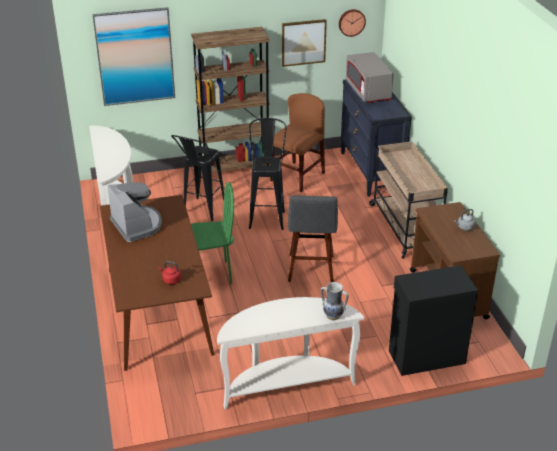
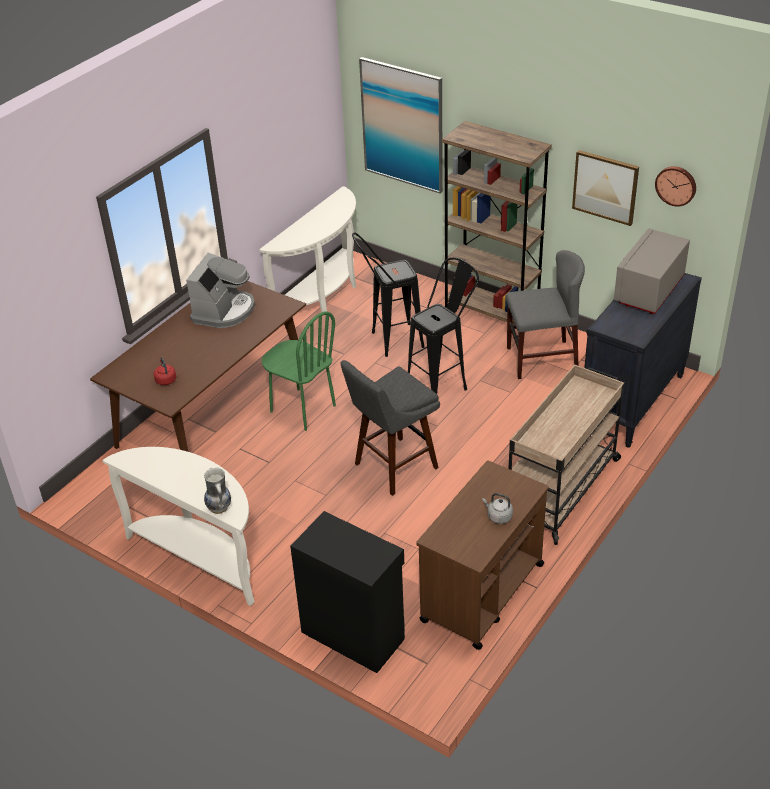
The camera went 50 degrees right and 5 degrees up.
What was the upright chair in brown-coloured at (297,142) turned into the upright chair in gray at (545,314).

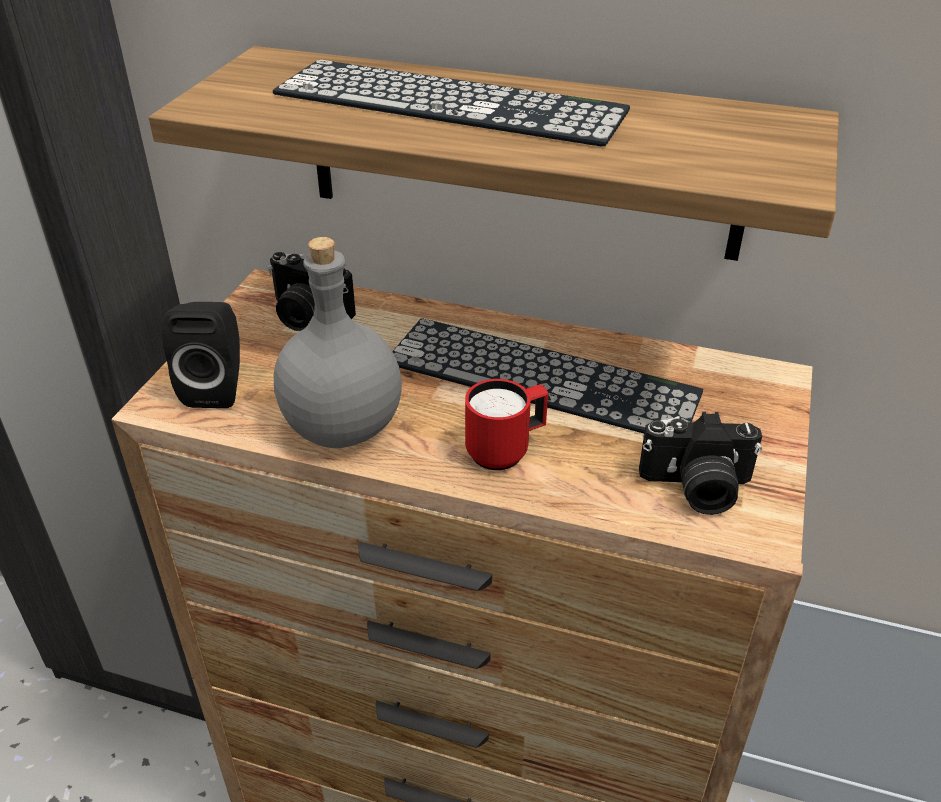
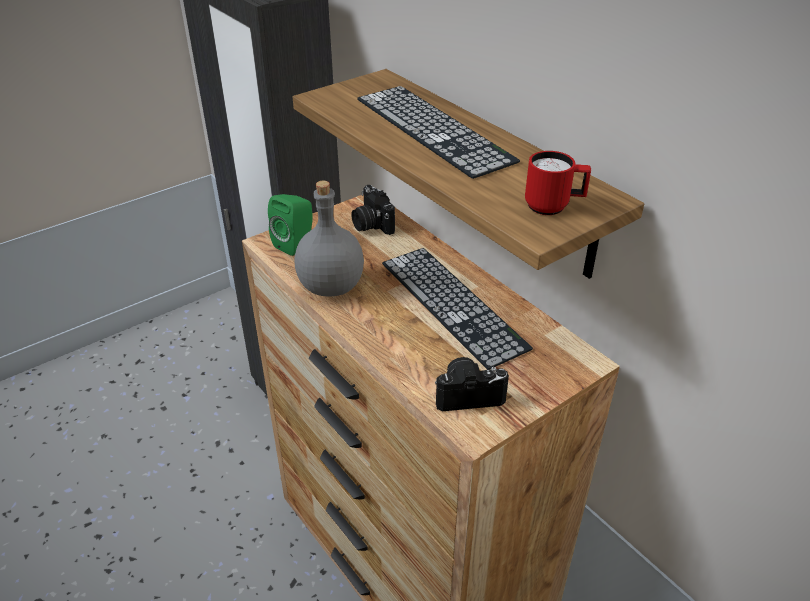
The camera went 35 degrees right and 0 degrees up.
What was the audio speaker in black at (200,355) turned into the audio speaker in greenish at (290,225).
The tea mug in red ended up elsewhere, having gone from (506,424) to (558,183).
The still camera at (700,463) ended up facing another way, 135 degrees clockwise from before.

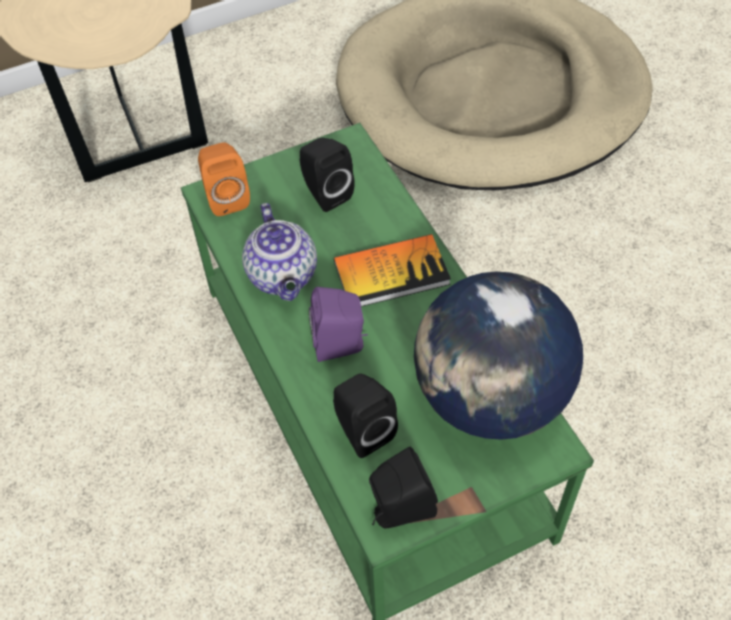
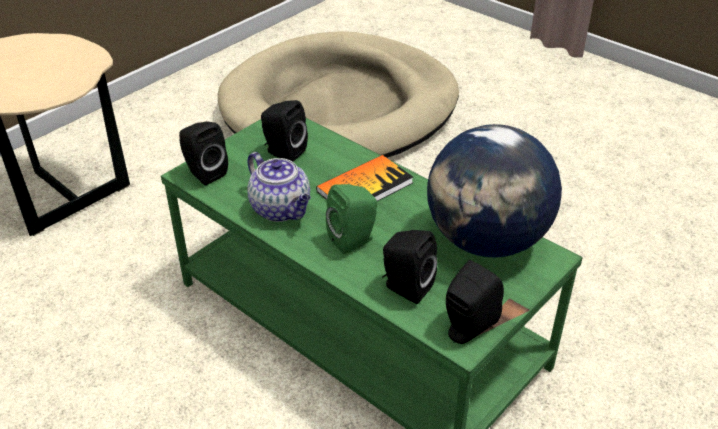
The camera went 25 degrees left and 15 degrees down.
What was the audio speaker in orangey at (224,179) turned into the audio speaker in black at (203,153).
What was the audio speaker in purple at (338,324) turned into the audio speaker in greenish at (351,219).

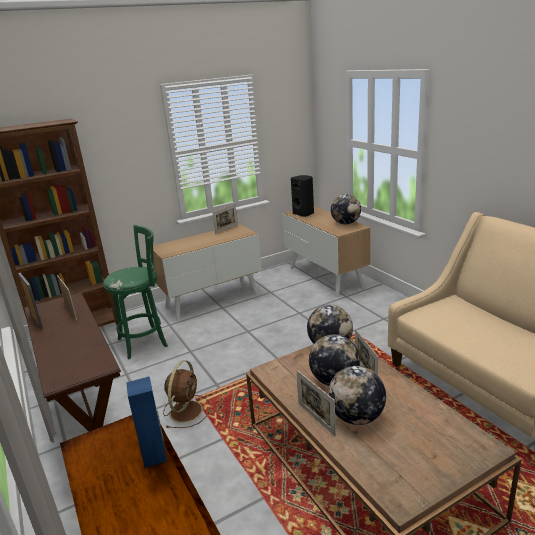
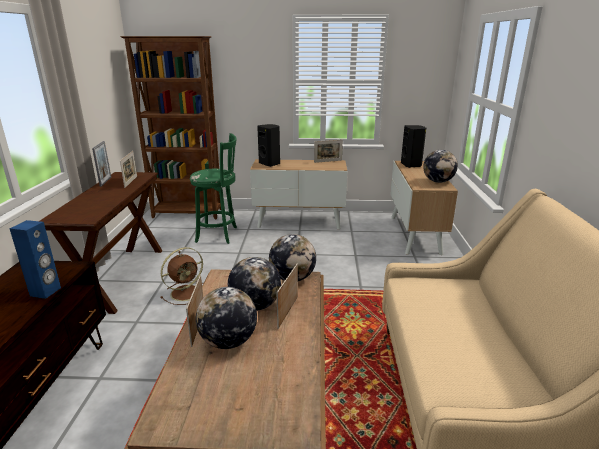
The camera went 30 degrees right and 0 degrees up.
The second view gained the audio speaker in black at (268,145).

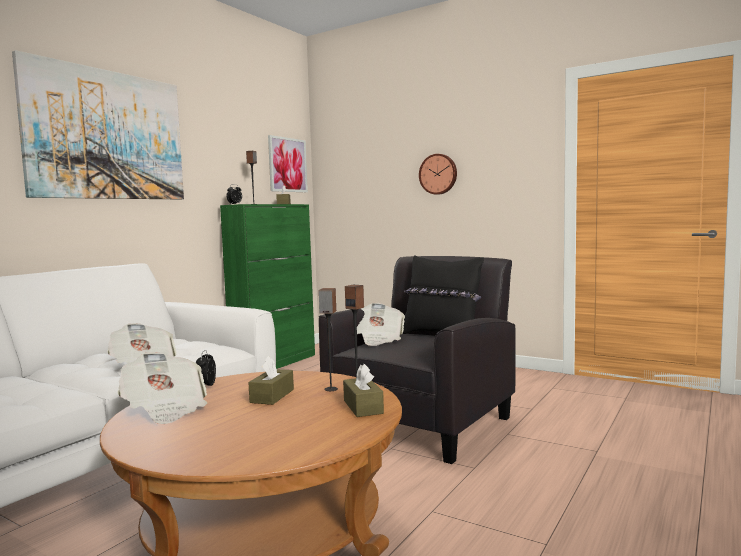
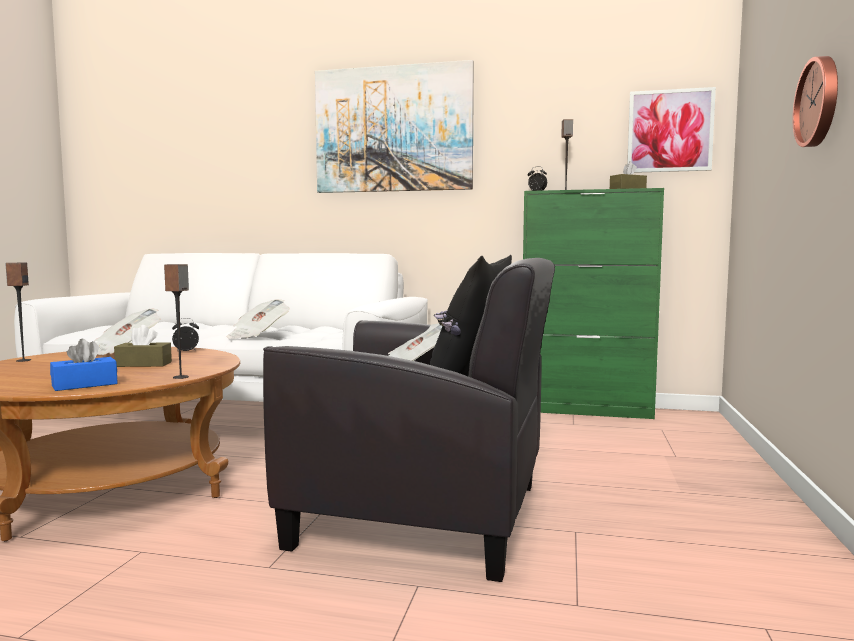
The camera went 70 degrees right and 0 degrees up.
The audio speaker ended up elsewhere, having gone from (328,339) to (18,312).
What was the tissue box in brown-coloured at (363,390) turned into the tissue box in blue-coloured at (84,365).

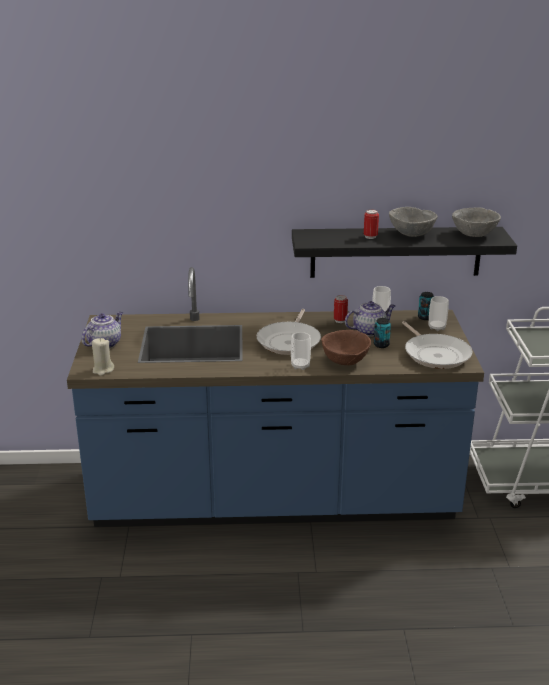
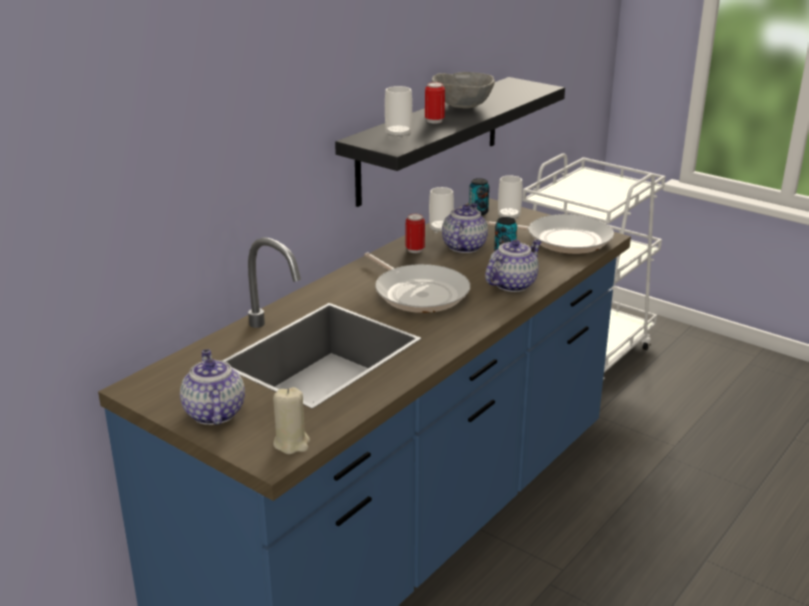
The camera went 50 degrees left and 0 degrees up.
The cup ended up elsewhere, having gone from (301,351) to (398,112).
Where the deep dish in brown-coloured stood at (346,347), the tea pot came to stand at (513,266).
The second view lost the deep dish in gray at (476,222).

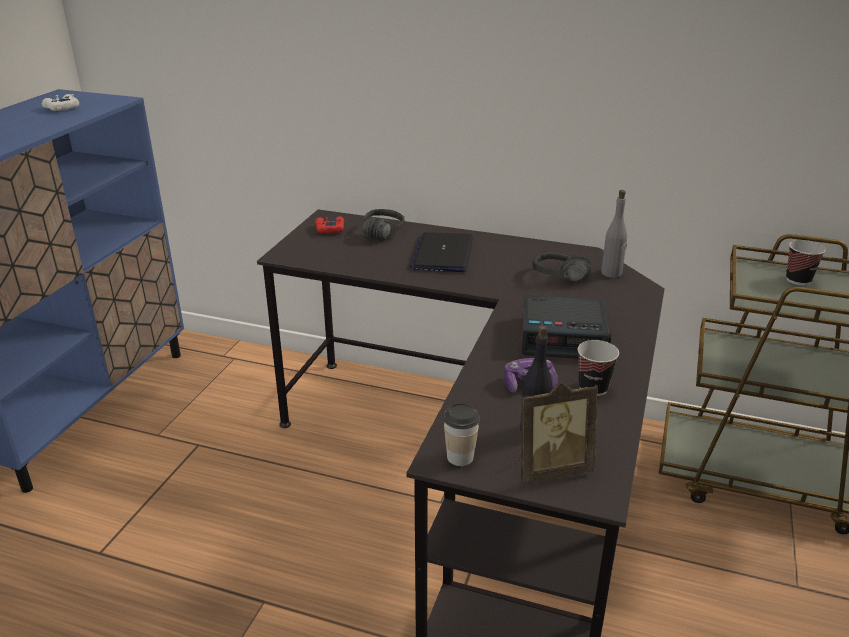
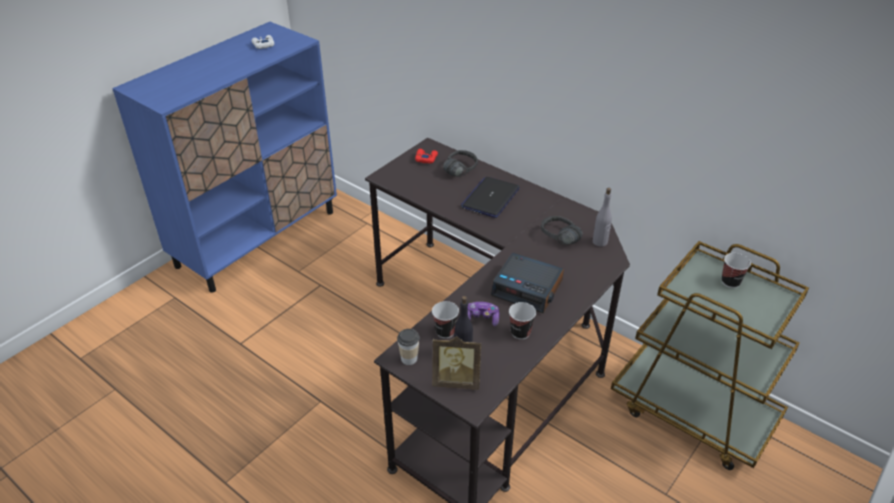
The camera went 20 degrees right and 10 degrees up.
The second view gained the cup at (445,319).

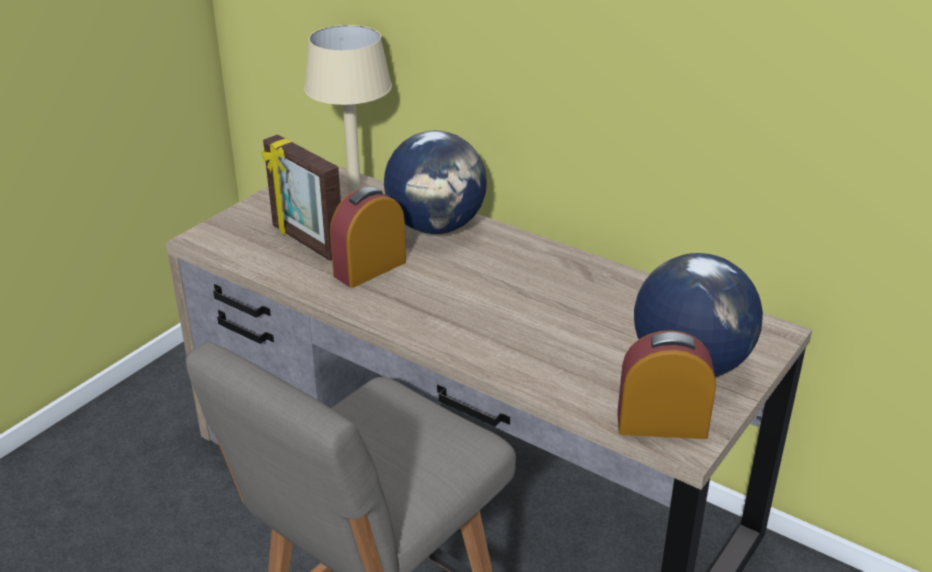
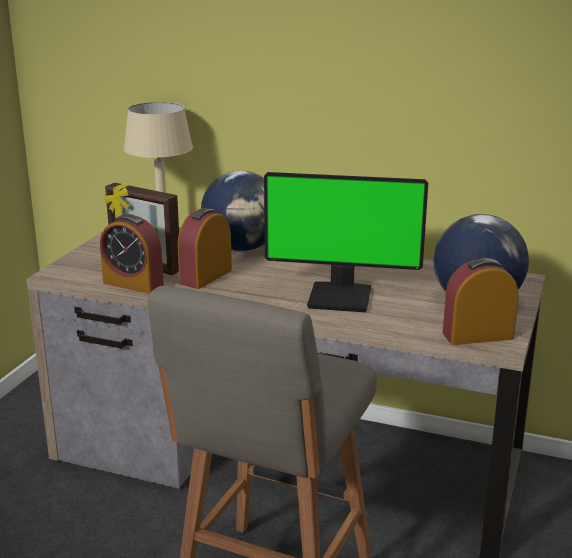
The camera went 15 degrees left and 10 degrees down.
The second view gained the table clock at (132,254).
The second view gained the computer display at (346,242).

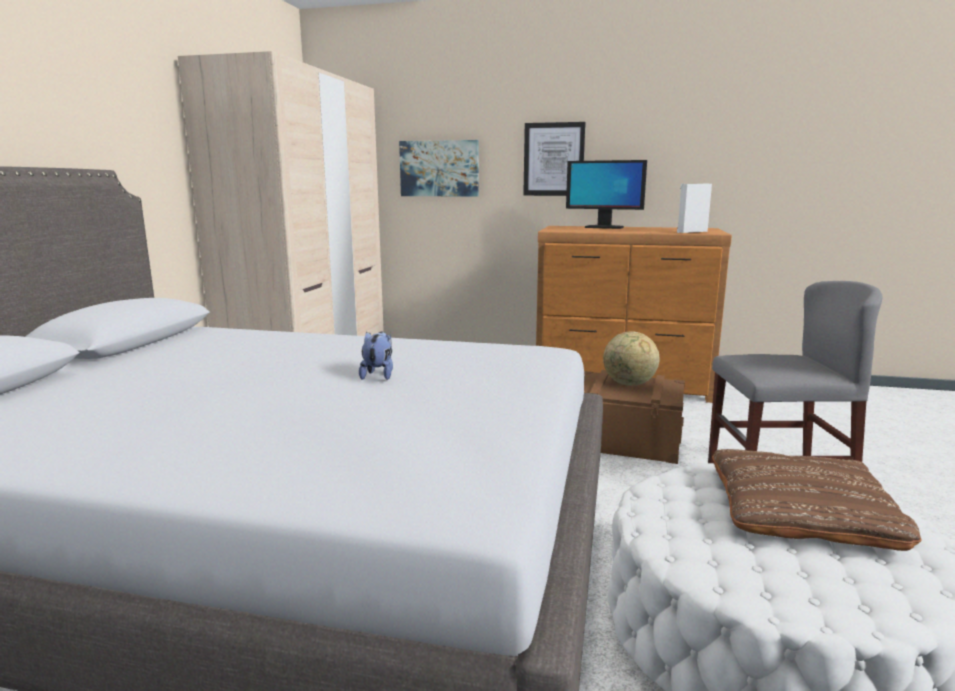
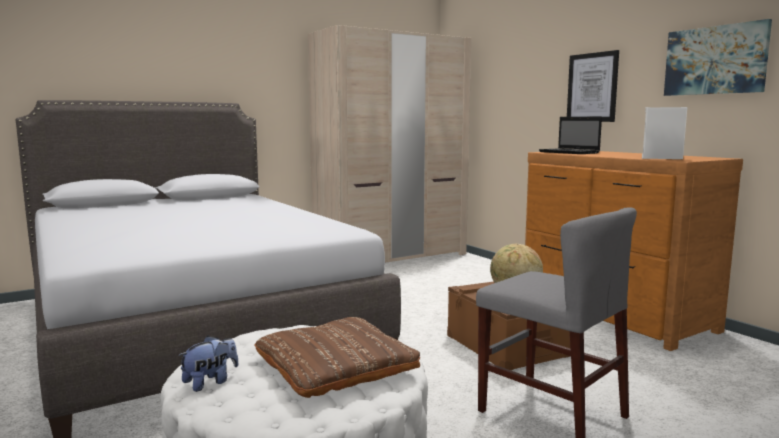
The camera went 45 degrees right and 5 degrees down.
The soft toy ended up elsewhere, having gone from (376,355) to (208,364).
The wall picture ended up elsewhere, having gone from (439,168) to (718,57).
The second view lost the computer display at (606,194).
The second view gained the laptop at (570,135).

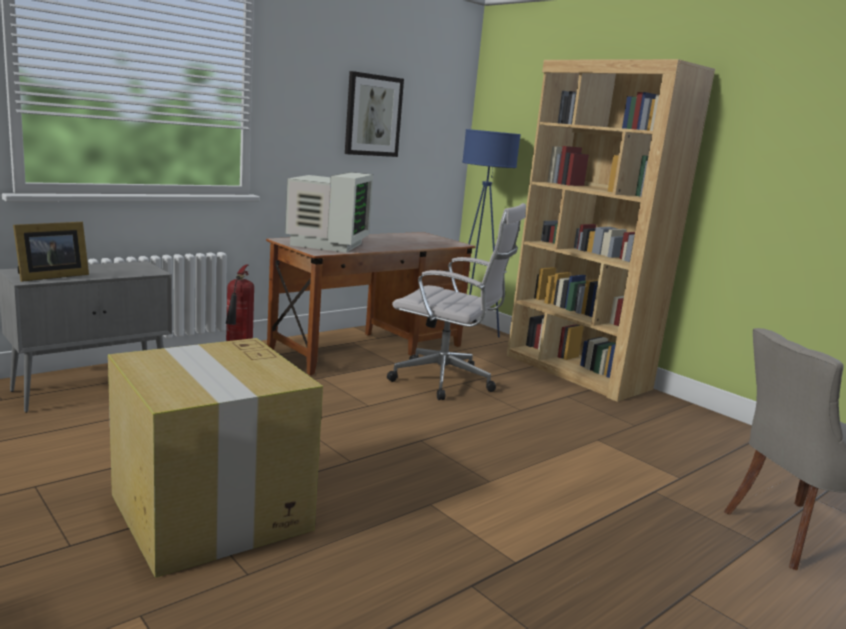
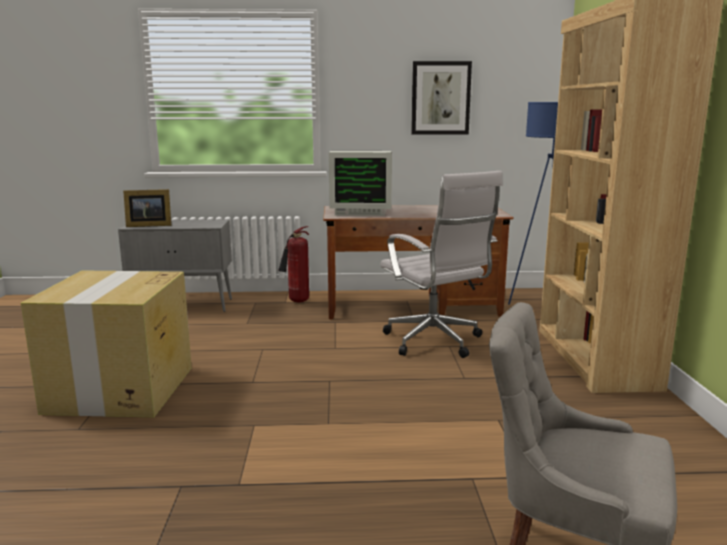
The camera went 40 degrees right and 0 degrees up.
The computer display at (329,212) ended up facing another way, 45 degrees clockwise from before.

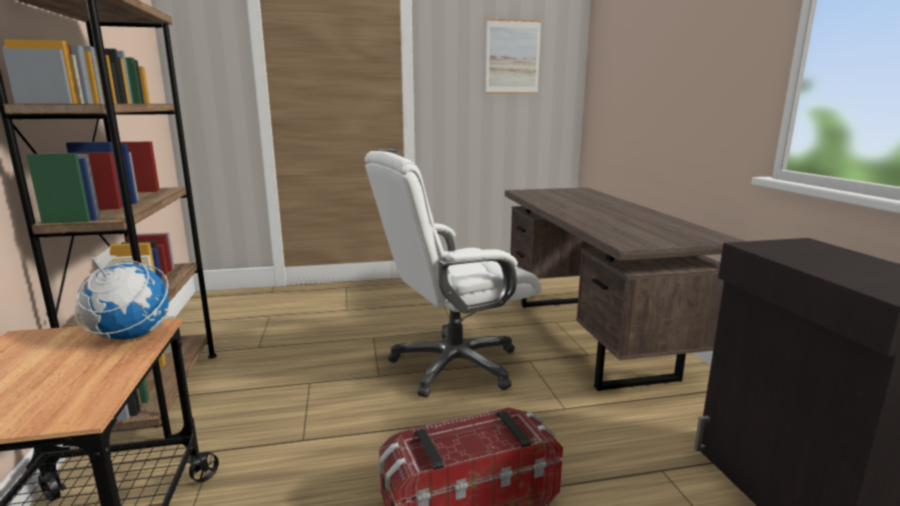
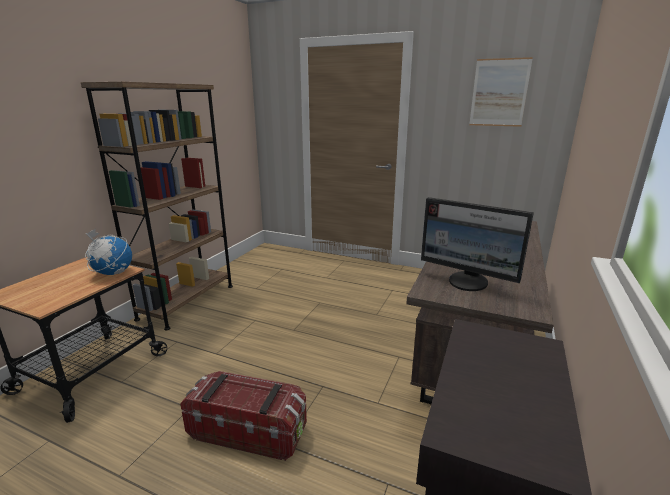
The camera went 35 degrees right and 5 degrees up.
The second view lost the office chair in white-coloured at (452,274).
The second view gained the computer display at (477,244).

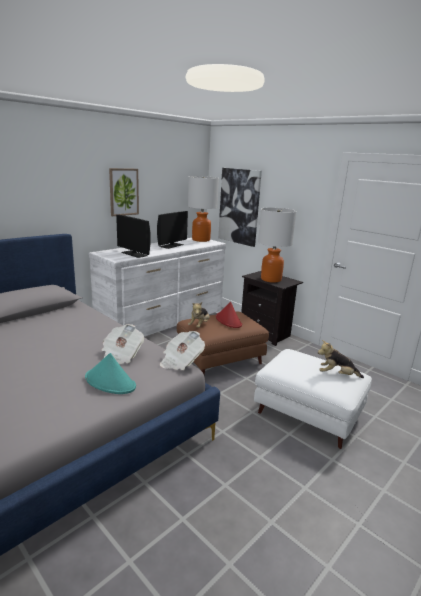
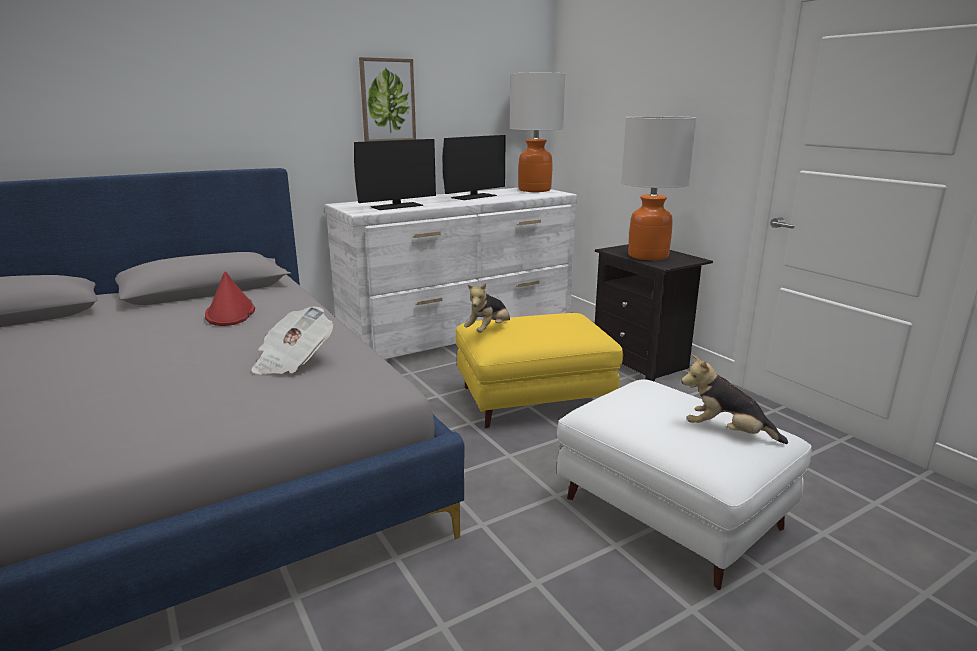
The camera went 15 degrees right and 0 degrees up.
The second view lost the clothing hat in turquoise-coloured at (110,373).
The computer display at (133,236) ended up facing another way, 90 degrees counterclockwise from before.
The second view lost the printed paper at (182,350).
What was the ottoman in brown-coloured at (223,343) turned into the ottoman in yellowish at (539,370).
The clothing hat in red ended up elsewhere, having gone from (229,315) to (230,298).
The second view lost the wall picture at (240,207).

